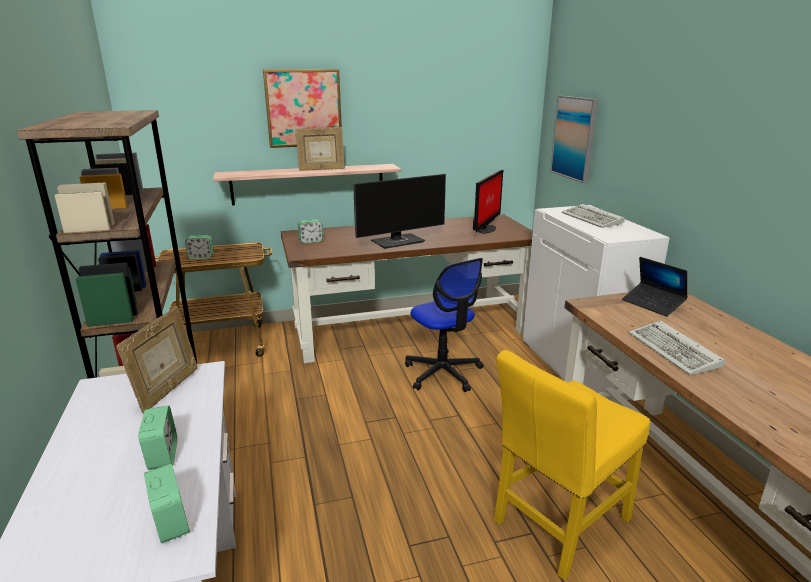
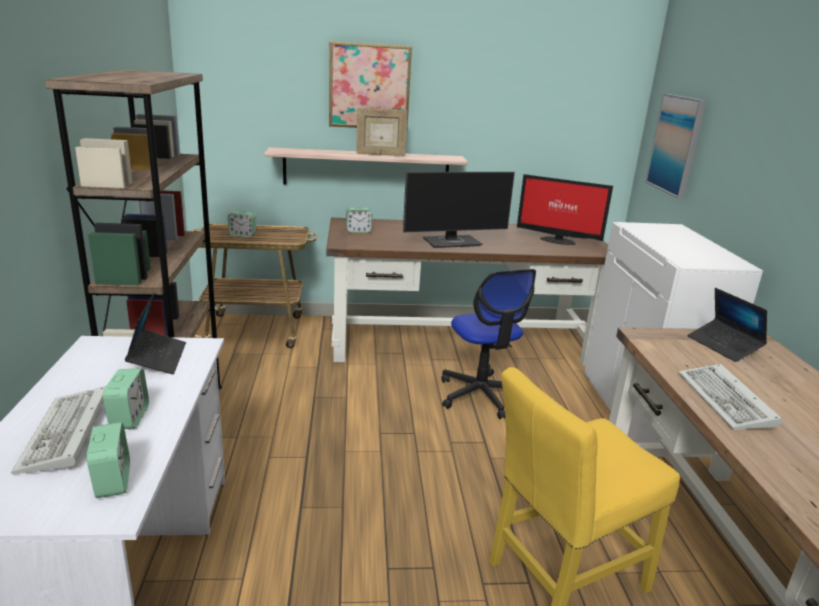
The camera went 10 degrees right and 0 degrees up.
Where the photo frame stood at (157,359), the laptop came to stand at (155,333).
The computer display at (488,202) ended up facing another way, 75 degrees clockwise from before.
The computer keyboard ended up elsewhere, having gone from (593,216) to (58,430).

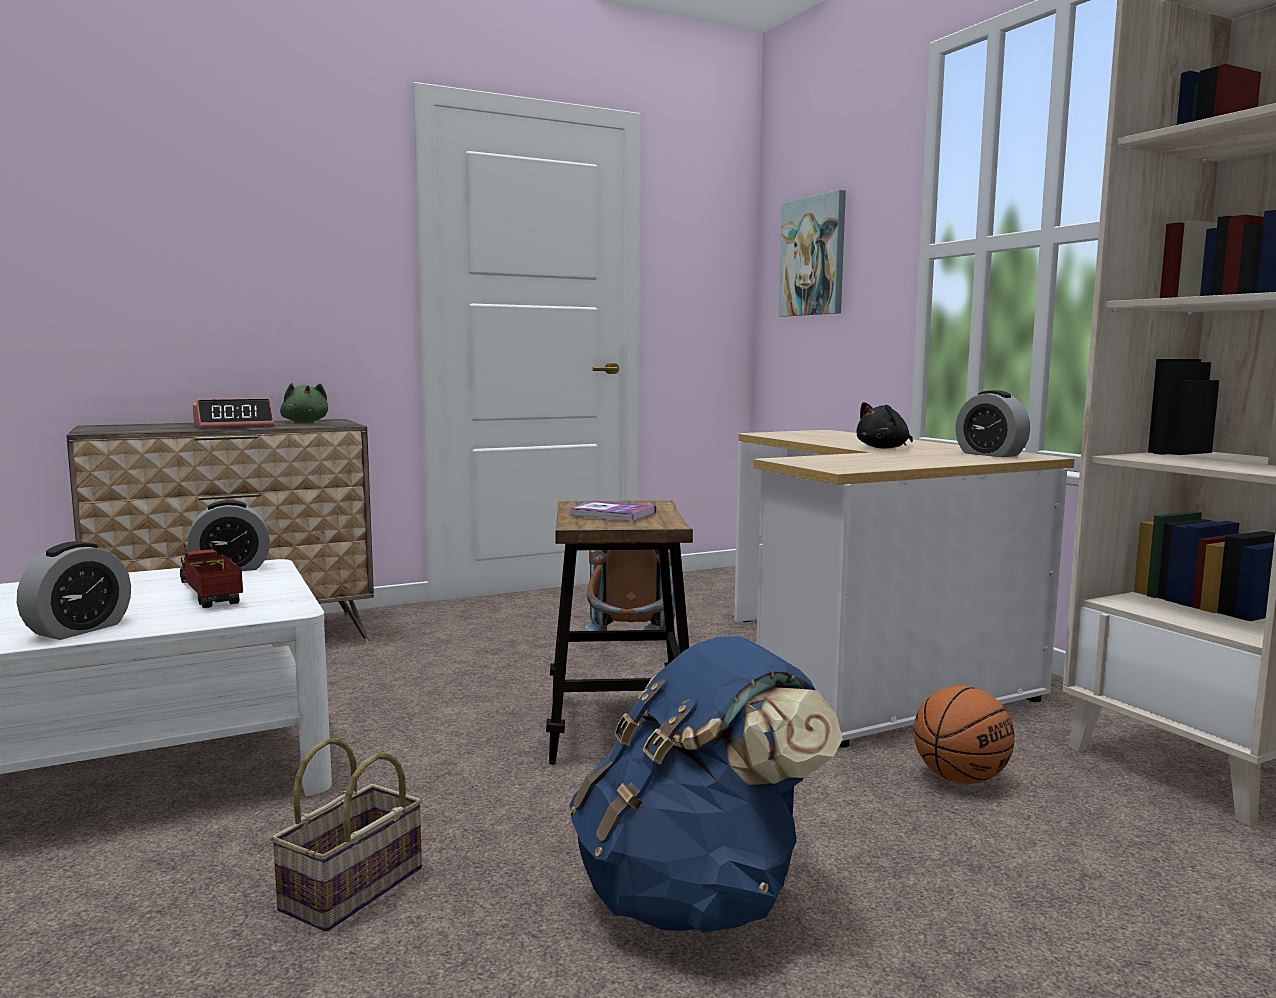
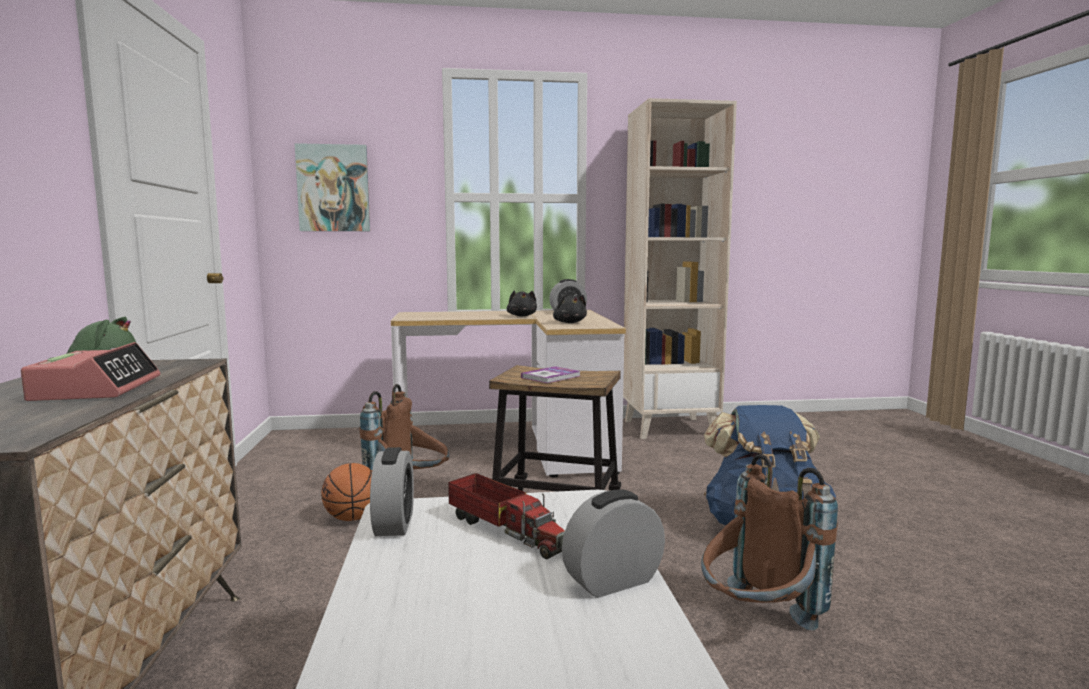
The camera went 70 degrees left and 0 degrees up.
The table clock at (74,590) ended up facing another way, 75 degrees counterclockwise from before.
The toy lorry at (211,575) ended up facing another way, 120 degrees counterclockwise from before.
Where the storage basket stood at (346,835), the backpack in brown-coloured came to stand at (769,542).
The basketball ended up elsewhere, having gone from (964,735) to (346,492).
The second view gained the soft toy in black at (570,309).

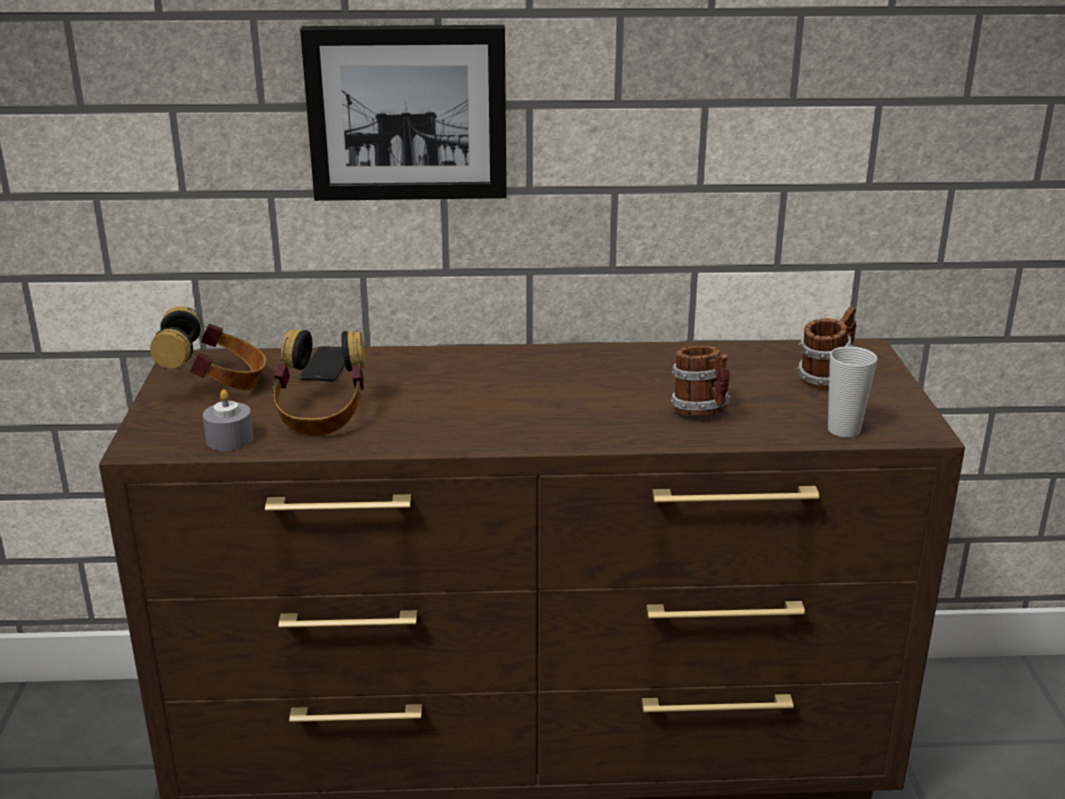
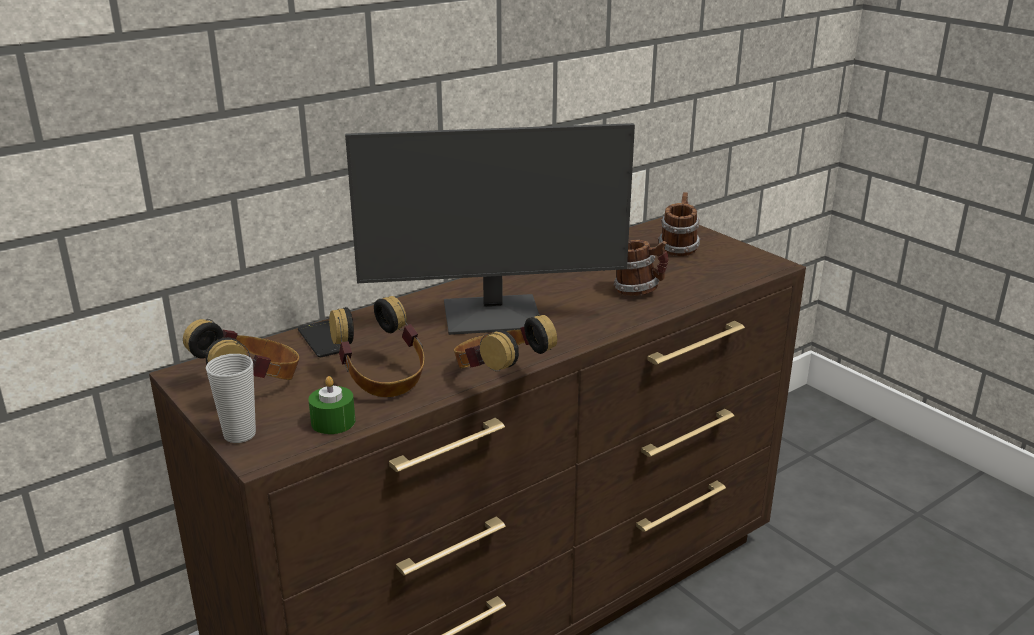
The camera went 35 degrees left and 0 degrees up.
What was the wax light in gray at (228,420) turned into the wax light in greenish at (331,405).
The second view lost the wall picture at (403,113).
The cup ended up elsewhere, having gone from (852,392) to (231,398).
The second view gained the computer display at (490,229).
The second view gained the headset at (505,342).

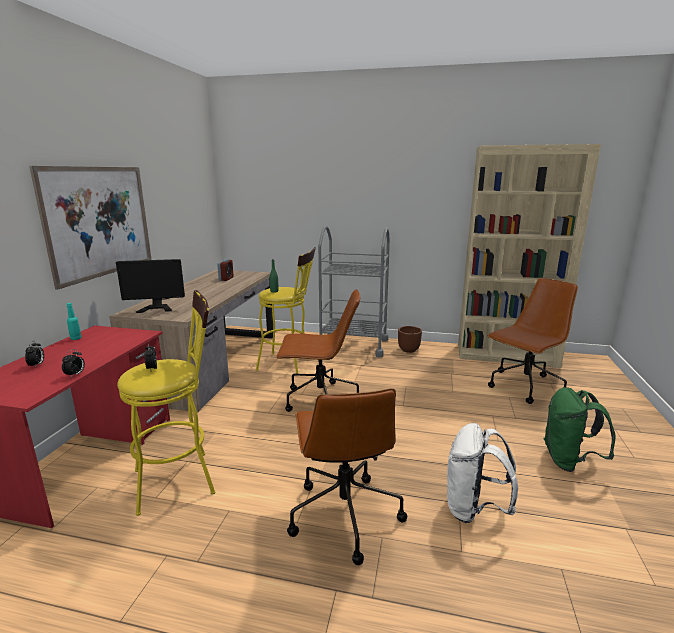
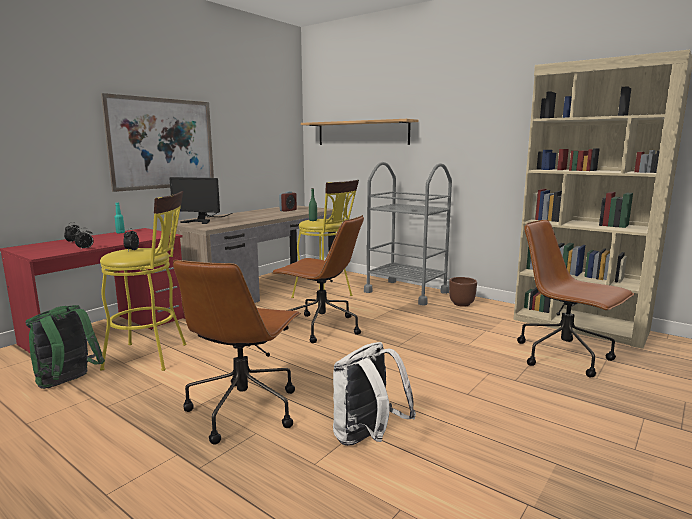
The camera went 25 degrees right and 5 degrees down.
The office chair in brown-coloured at (533,341) ended up facing another way, 120 degrees counterclockwise from before.
The backpack in greenish ended up elsewhere, having gone from (579,429) to (65,347).
The second view gained the shelf at (359,132).

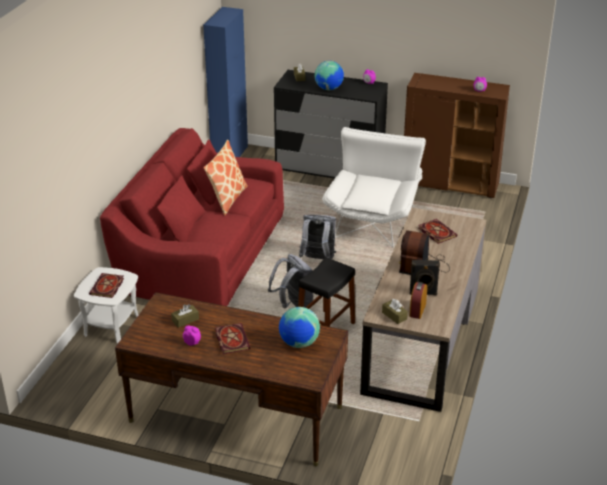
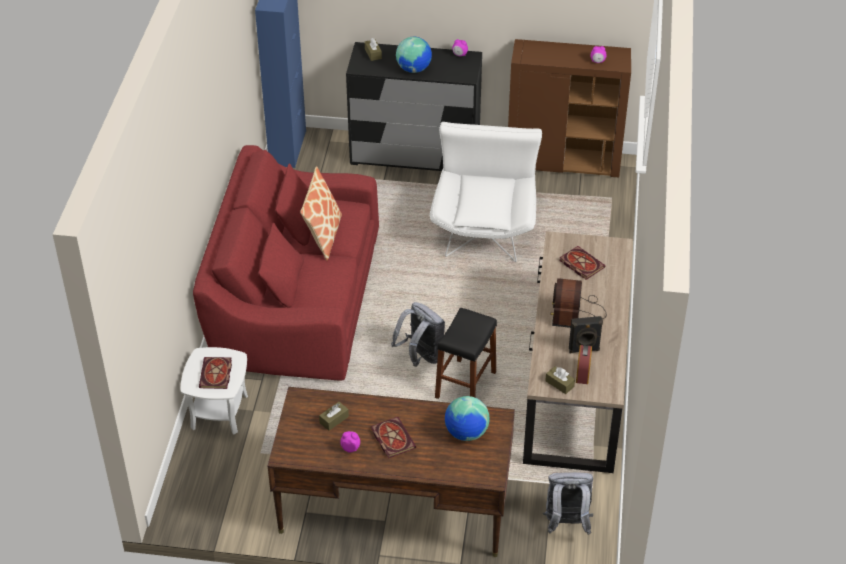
The camera went 10 degrees left and 10 degrees up.
The backpack in gray ended up elsewhere, having gone from (317,237) to (568,503).

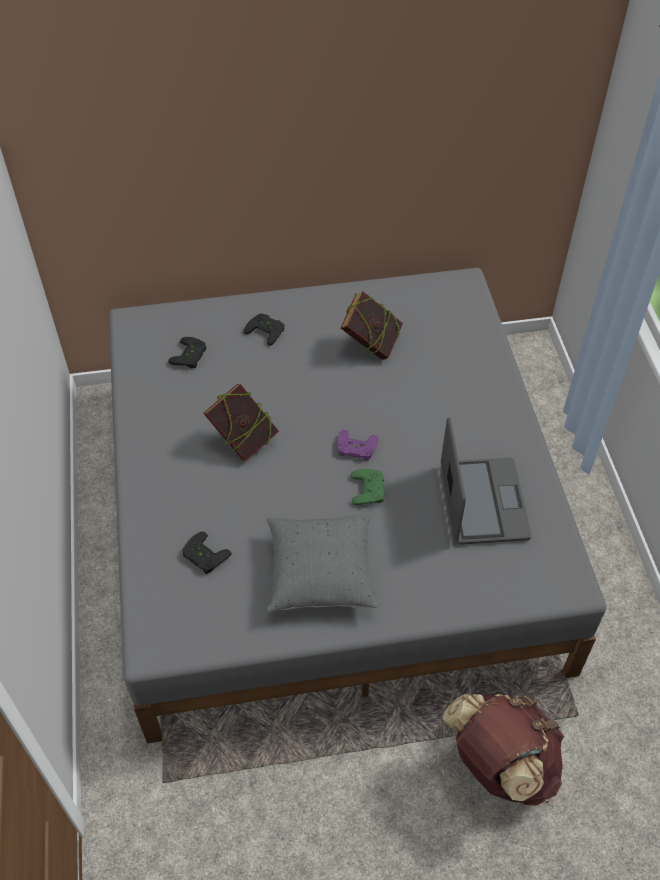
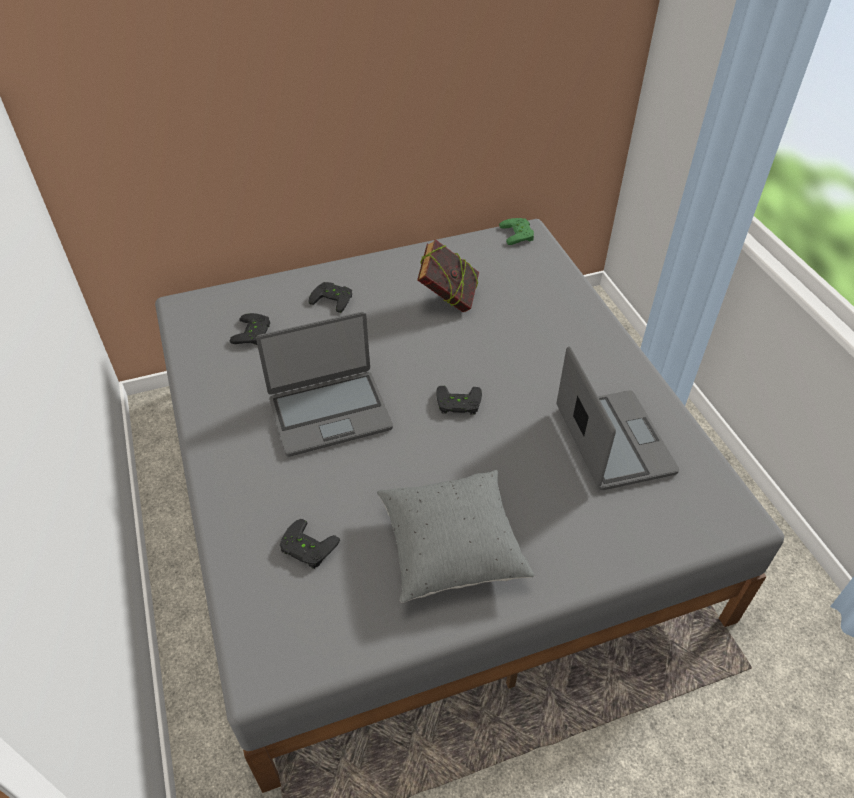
The camera went 10 degrees left and 5 degrees down.
Where the book stood at (241,422), the laptop came to stand at (324,384).
What was the game controller in purple at (358,445) turned into the game controller in black at (459,400).
The game controller in greenish ended up elsewhere, having gone from (368,487) to (516,231).
The second view lost the backpack in brown-coloured at (503,749).

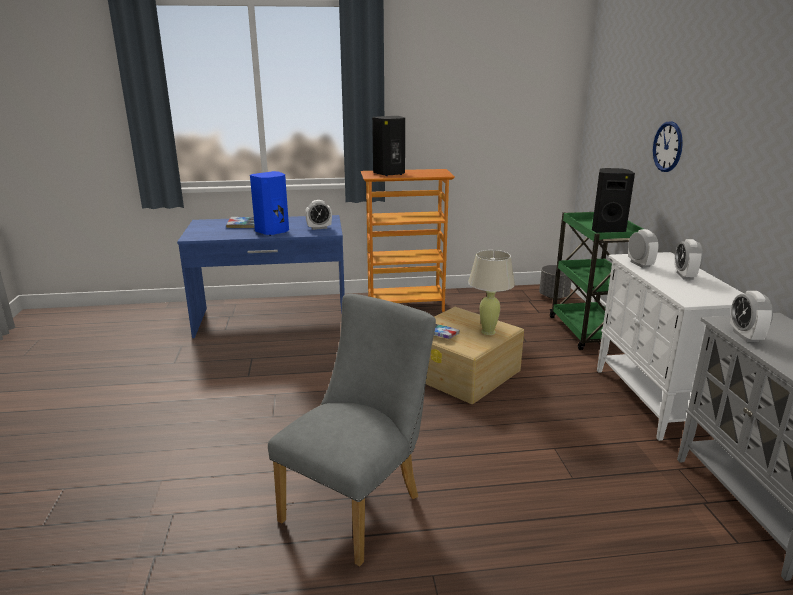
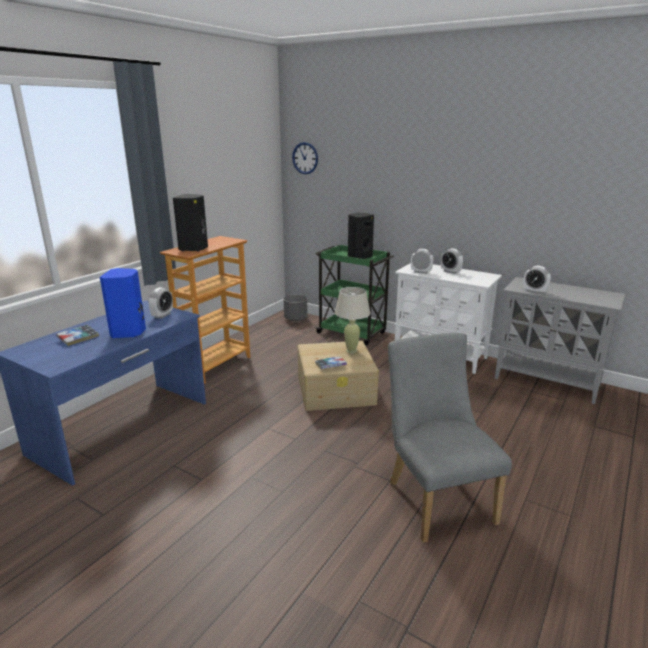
The camera went 50 degrees left and 0 degrees up.
The wall clock ended up elsewhere, having gone from (668,146) to (305,158).

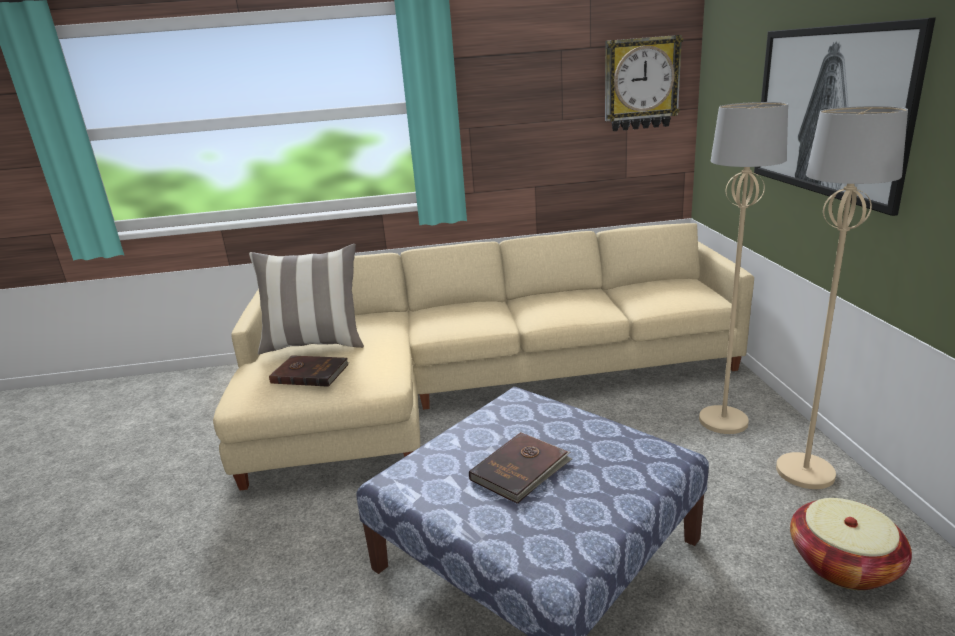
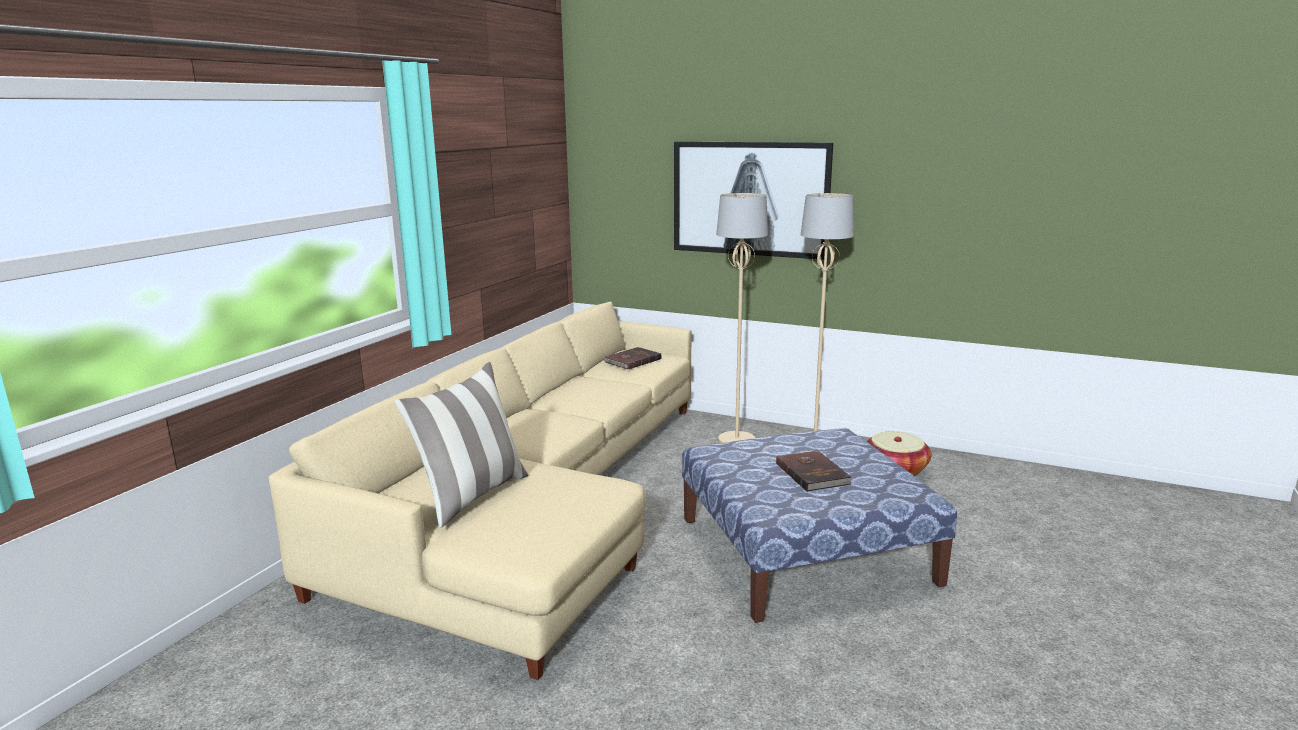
The camera went 60 degrees left and 5 degrees down.
The book in brown-coloured ended up elsewhere, having gone from (309,371) to (632,358).
The second view lost the wall clock at (644,83).

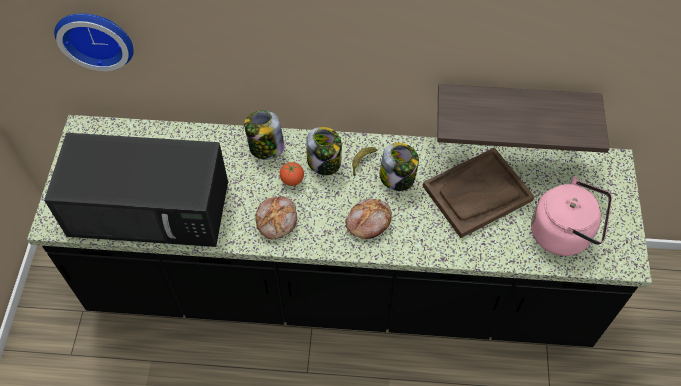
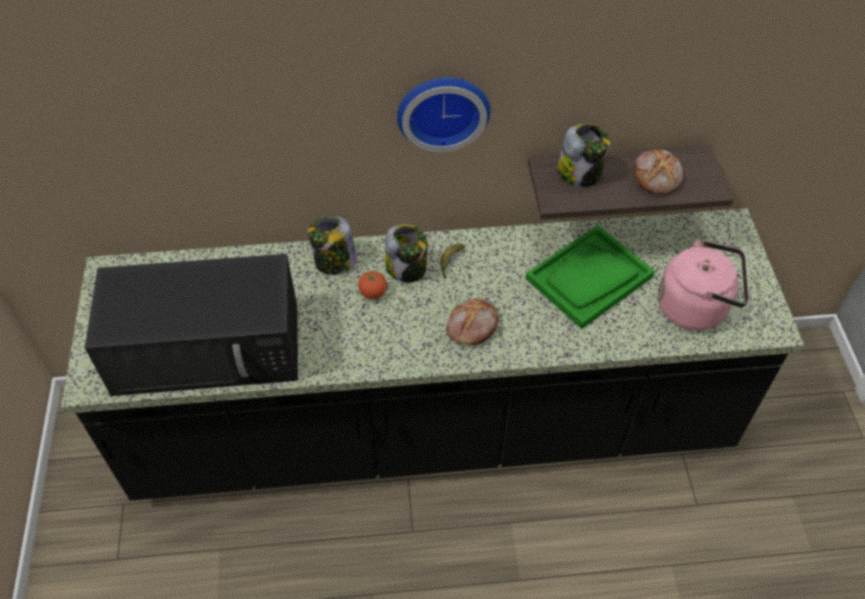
The camera went 10 degrees left and 5 degrees down.
The wall clock ended up elsewhere, having gone from (94,42) to (443,114).
The baked bread ended up elsewhere, having gone from (276,217) to (658,171).
The preserve jar ended up elsewhere, having gone from (399,167) to (583,155).
What was the serving tray in brown-coloured at (479,192) turned into the serving tray in greenish at (590,277).

